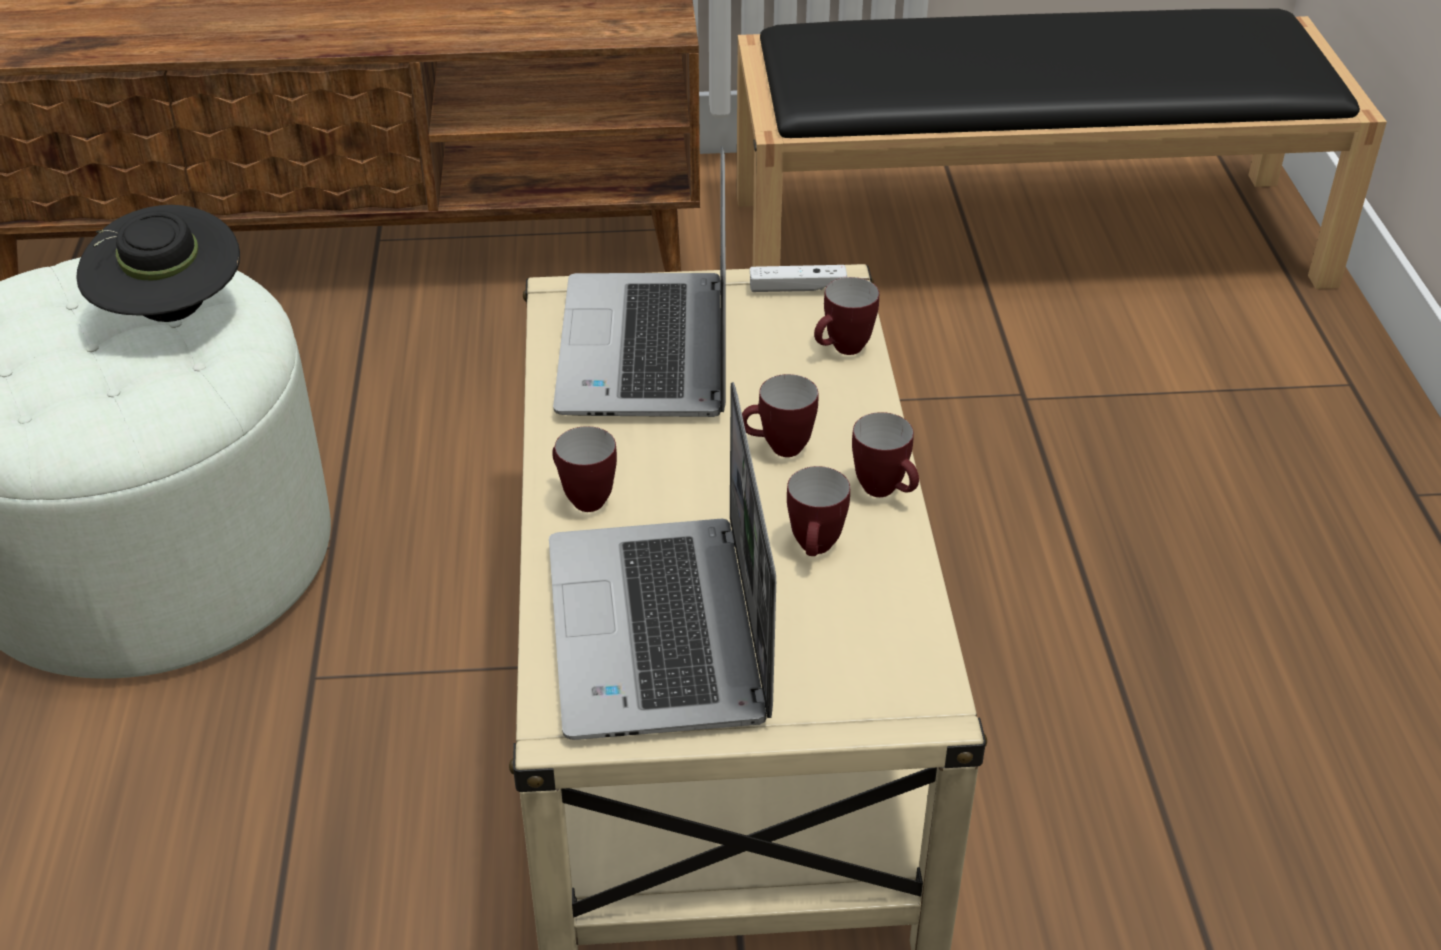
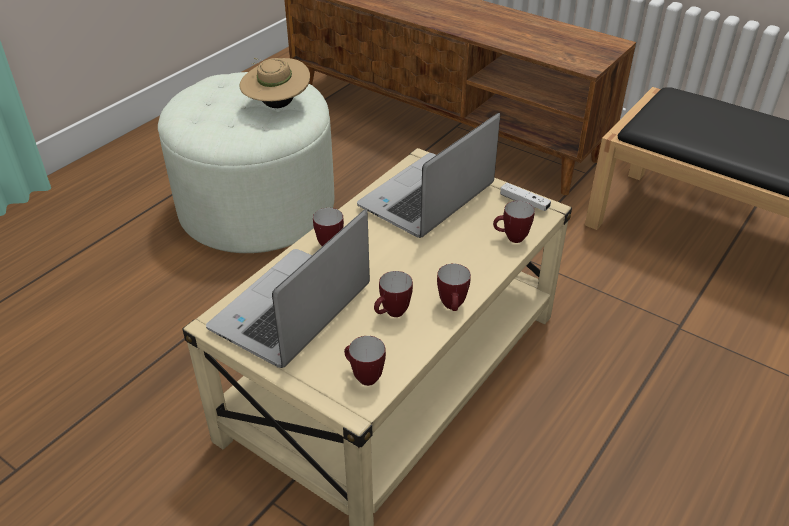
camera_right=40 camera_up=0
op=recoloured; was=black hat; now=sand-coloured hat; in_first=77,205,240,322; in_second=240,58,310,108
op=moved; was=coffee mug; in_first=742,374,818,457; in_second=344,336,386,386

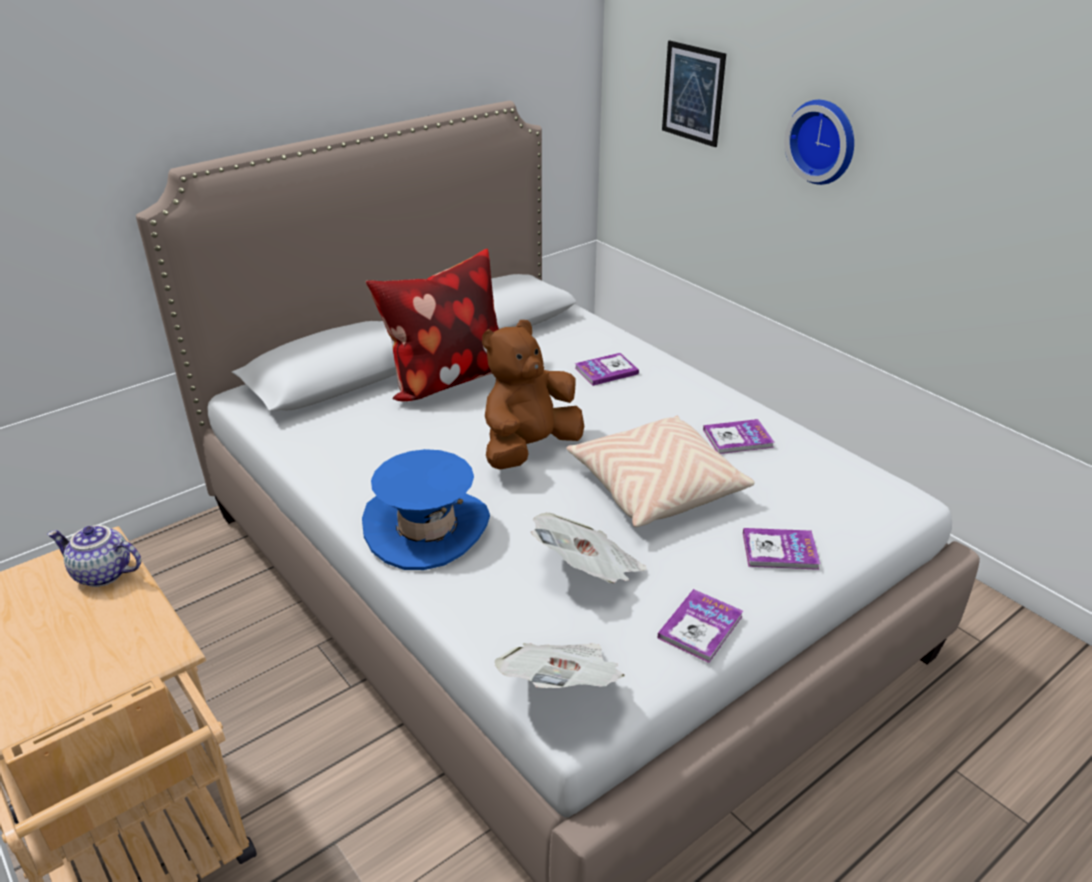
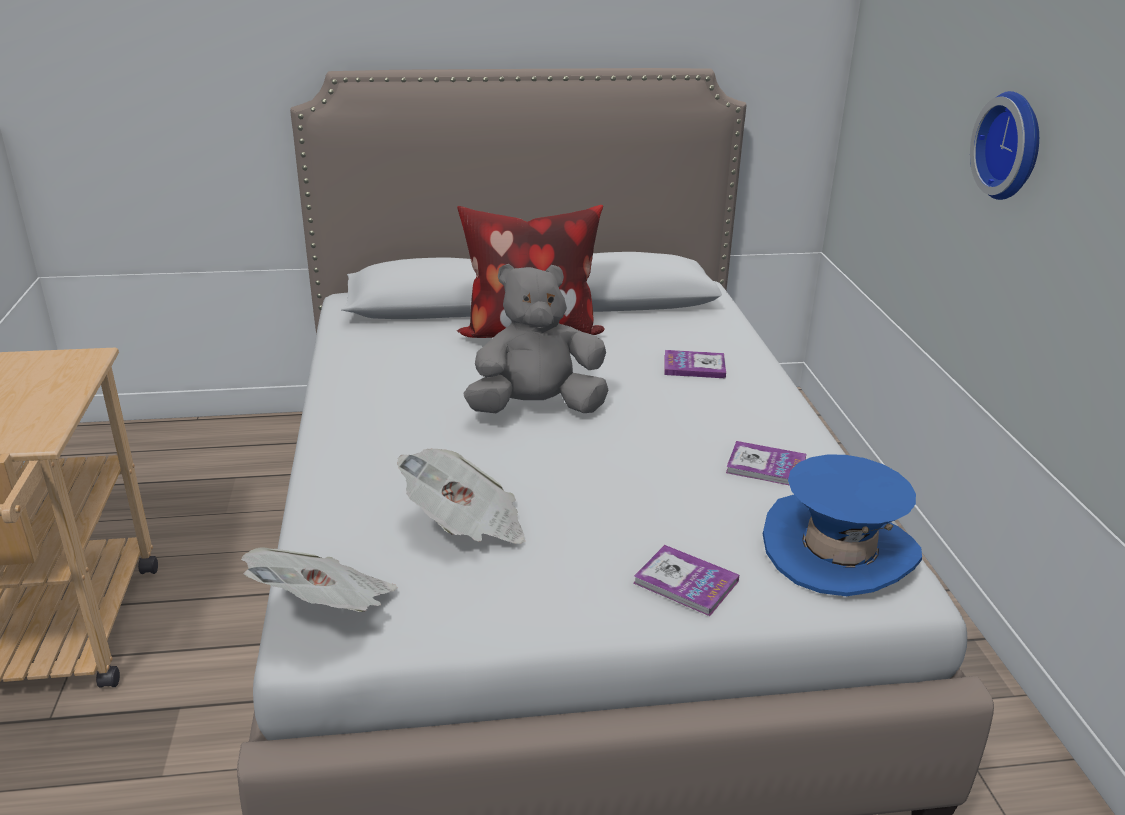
camera_right=30 camera_up=-5
op=removed; was=wall art; in_first=662,41,726,147
op=recoloured; was=brown-coloured cuddly toy; now=greyish cuddly toy; in_first=482,320,584,470; in_second=463,264,608,413
op=removed; was=sand-coloured pillow; in_first=566,416,755,527
op=moved; was=bluish hat; in_first=362,449,490,570; in_second=763,454,922,596
op=removed; was=tea pot; in_first=47,525,141,587
op=removed; was=bound book; in_first=657,589,743,663

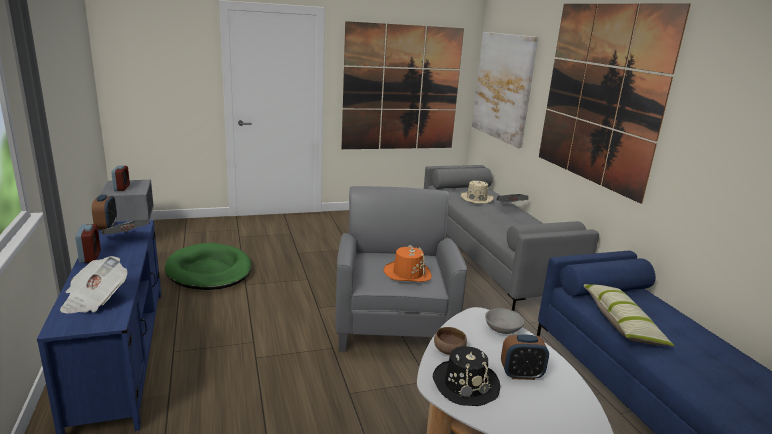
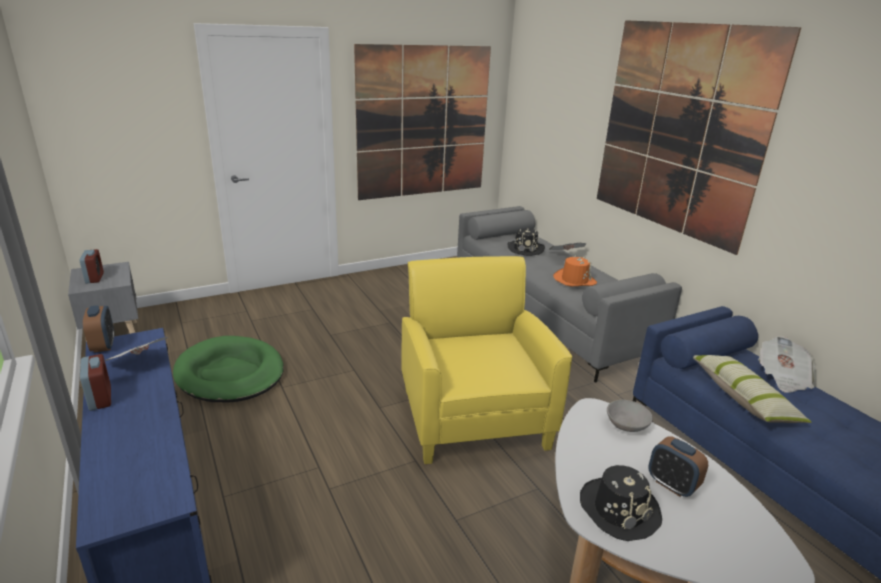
camera_right=-10 camera_up=5
op=removed; was=wall art; in_first=472,32,538,148
op=recoloured; was=sand-coloured hat; now=black hat; in_first=461,180,494,204; in_second=507,228,545,256
op=recoloured; was=greyish lounge chair; now=yellow-coloured lounge chair; in_first=335,186,467,352; in_second=402,256,572,464
op=moved; was=orangey hat; in_first=384,245,432,282; in_second=553,255,597,286
op=moved; was=daily paper; in_first=60,256,127,313; in_second=759,336,816,393
op=removed; was=brown-coloured serving bowl; in_first=434,327,467,355
op=turned; was=alarm clock; in_first=501,335,549,380; in_second=648,437,708,497; clockwise=60

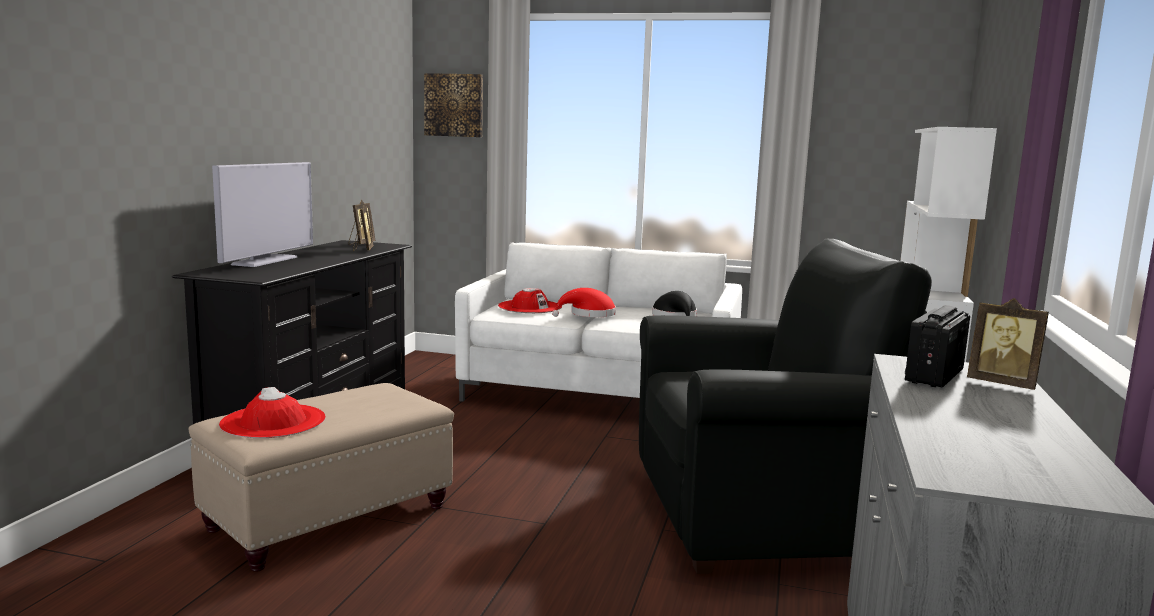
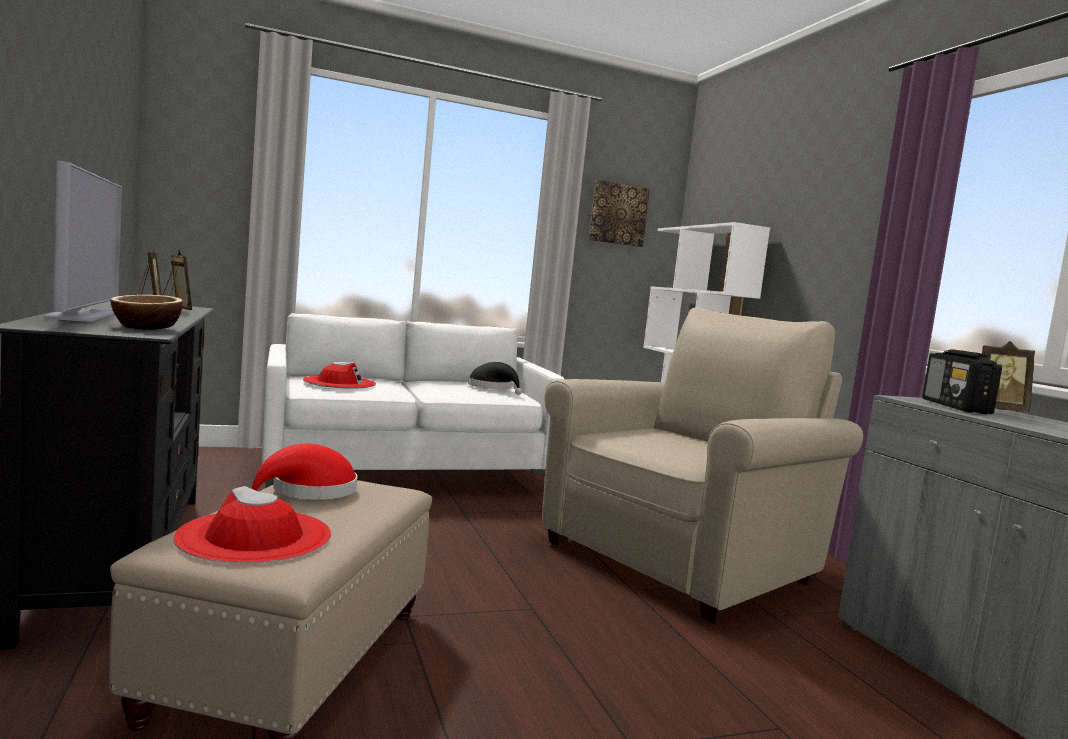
camera_right=-35 camera_up=-5
op=moved; was=wall art; in_first=424,73,483,137; in_second=589,180,650,247
op=recoloured; was=black lounge chair; now=sand-coloured lounge chair; in_first=639,239,932,574; in_second=542,307,863,624
op=moved; was=reddish hat; in_first=552,288,616,317; in_second=252,443,357,500
op=added; now=serving bowl; in_second=110,295,183,330

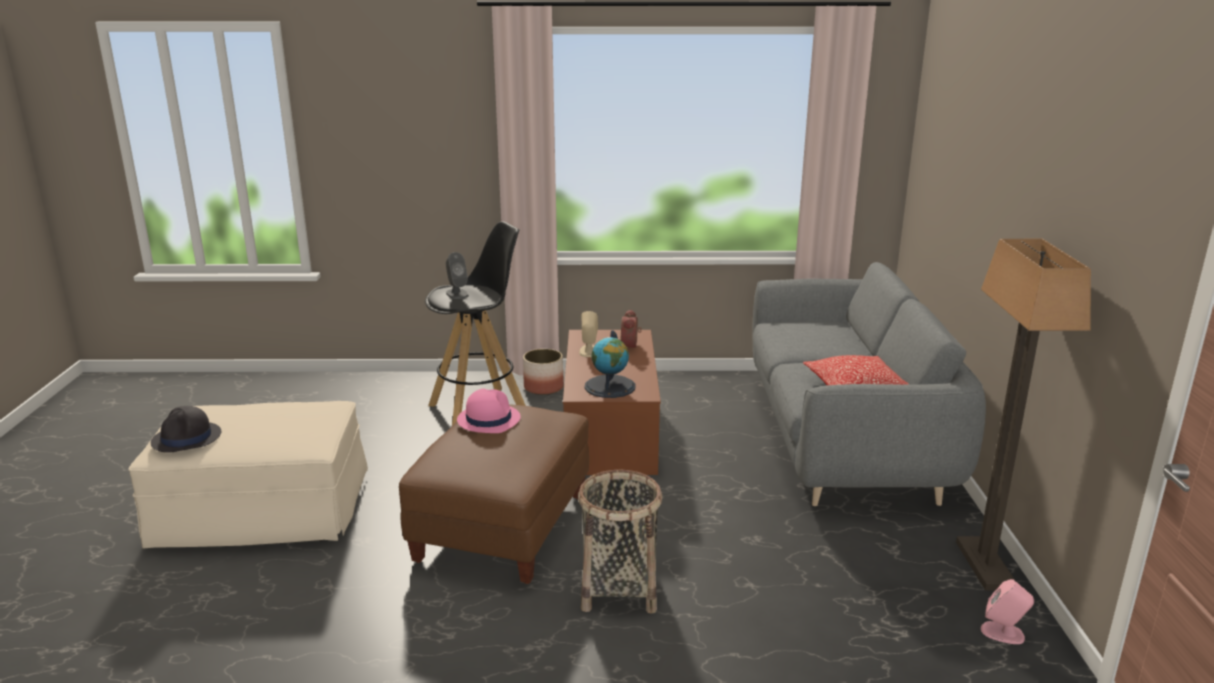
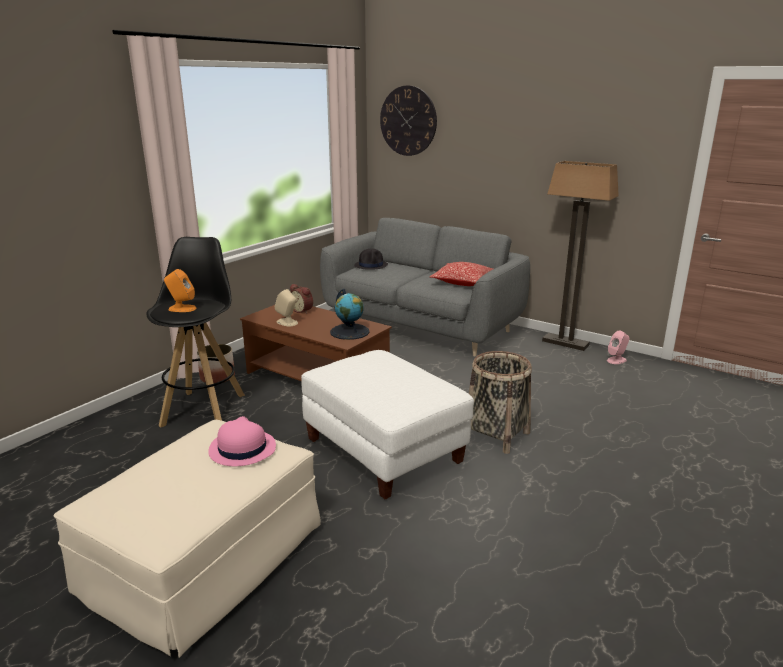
camera_right=-55 camera_up=0
op=recoloured; was=greyish speaker; now=orangey speaker; in_first=446,252,469,299; in_second=164,269,196,312
op=moved; was=pink hat; in_first=457,388,521,433; in_second=208,416,276,466
op=recoloured; was=brown-coloured footrest; now=whitish footrest; in_first=399,404,589,584; in_second=301,350,474,499
op=moved; was=black hat; in_first=151,406,221,453; in_second=354,249,388,270
op=added; now=clock on the wall; in_second=380,85,437,156

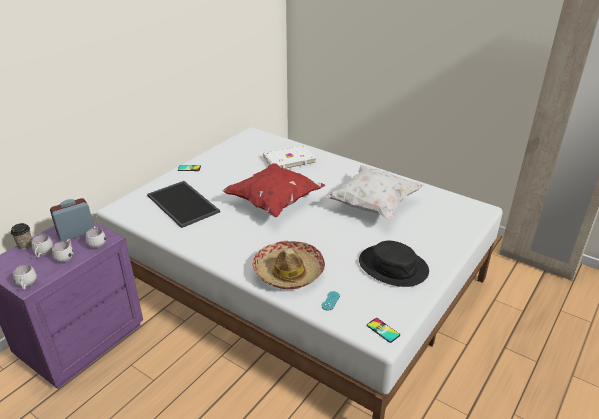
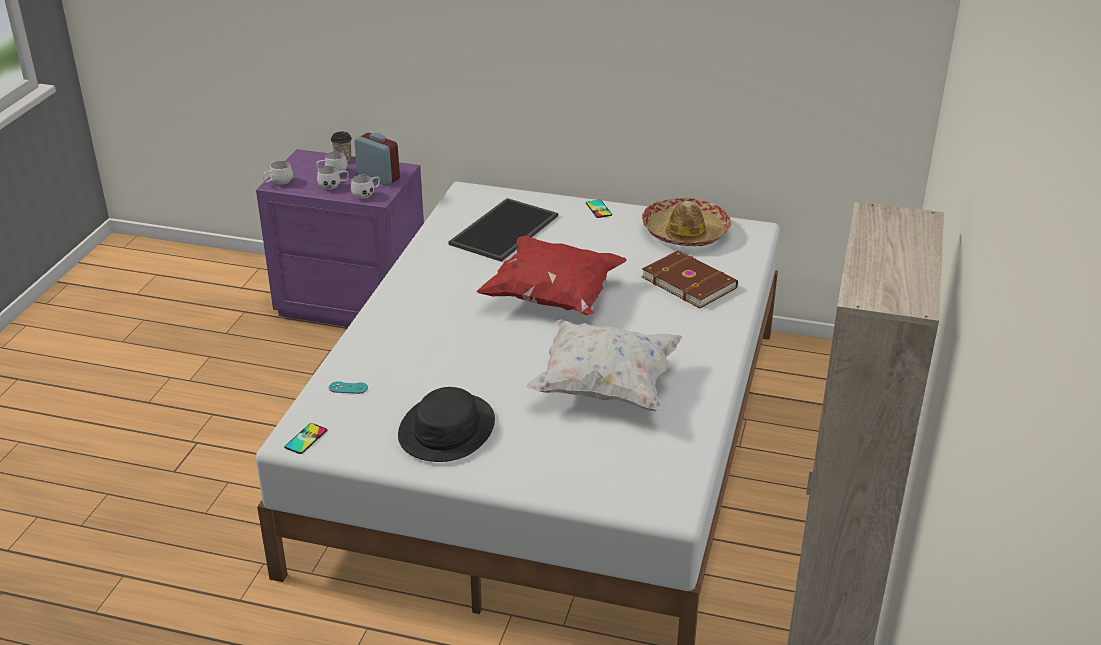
camera_right=70 camera_up=0
op=recoloured; was=whitish bound book; now=brown-coloured bound book; in_first=263,145,316,169; in_second=642,250,738,308
op=moved; was=hat; in_first=252,241,325,289; in_second=642,198,731,246

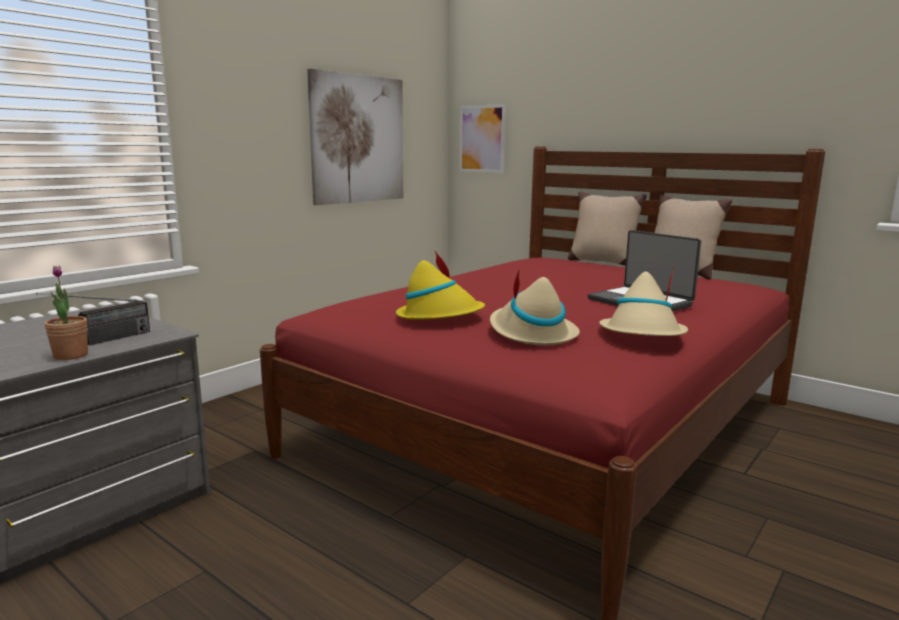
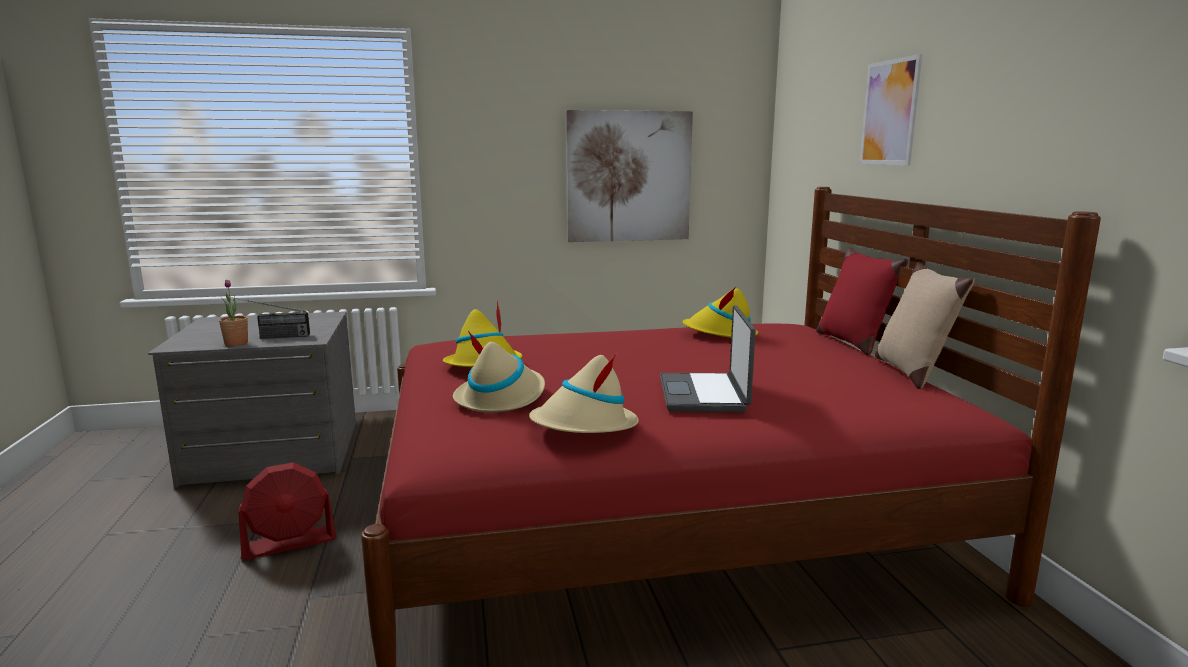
camera_right=40 camera_up=0
op=moved; was=wall art; in_first=459,104,506,173; in_second=859,54,922,165
op=recoloured; was=sand-coloured pillow; now=reddish pillow; in_first=568,191,646,266; in_second=816,247,908,356
op=added; now=yellow-coloured hat; in_second=682,287,758,338
op=added; now=reddish electric fan; in_second=238,462,336,560

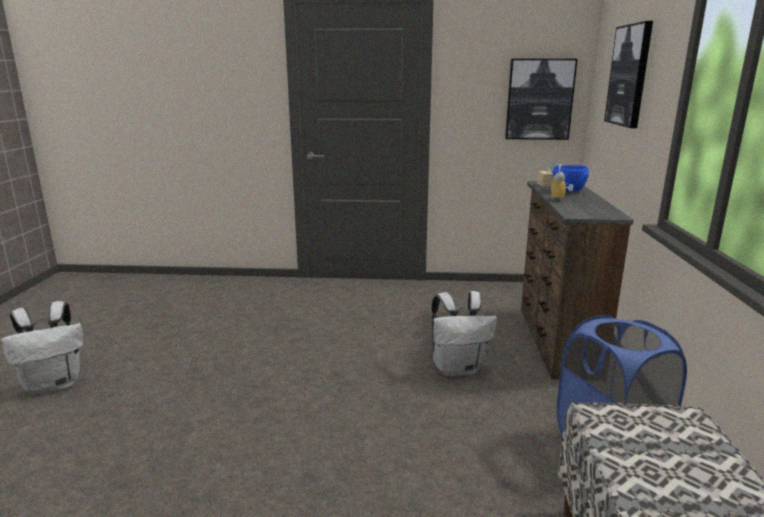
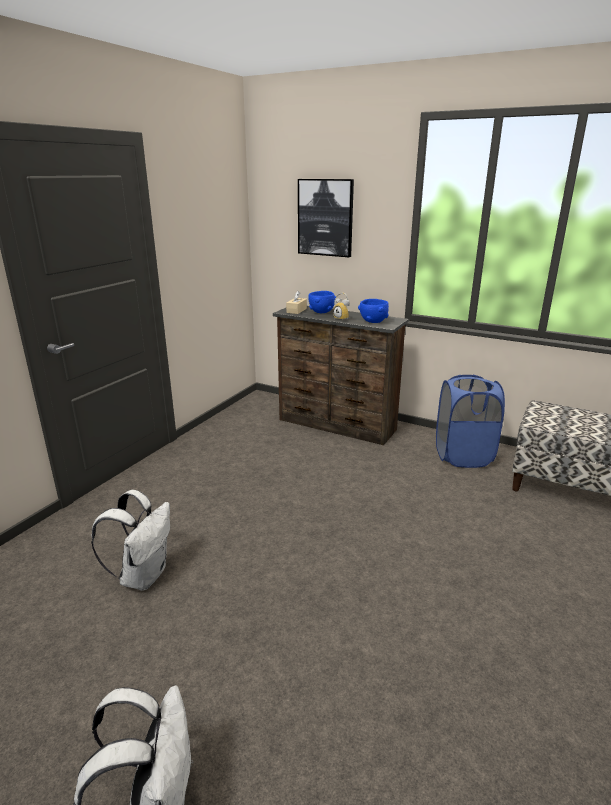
camera_right=-65 camera_up=5
op=removed; was=wall art; in_first=505,59,578,140
op=moved; was=whitish knapsack; in_first=431,291,497,377; in_second=91,490,170,591
op=added; now=bluish serving bowl; in_second=358,299,389,323

